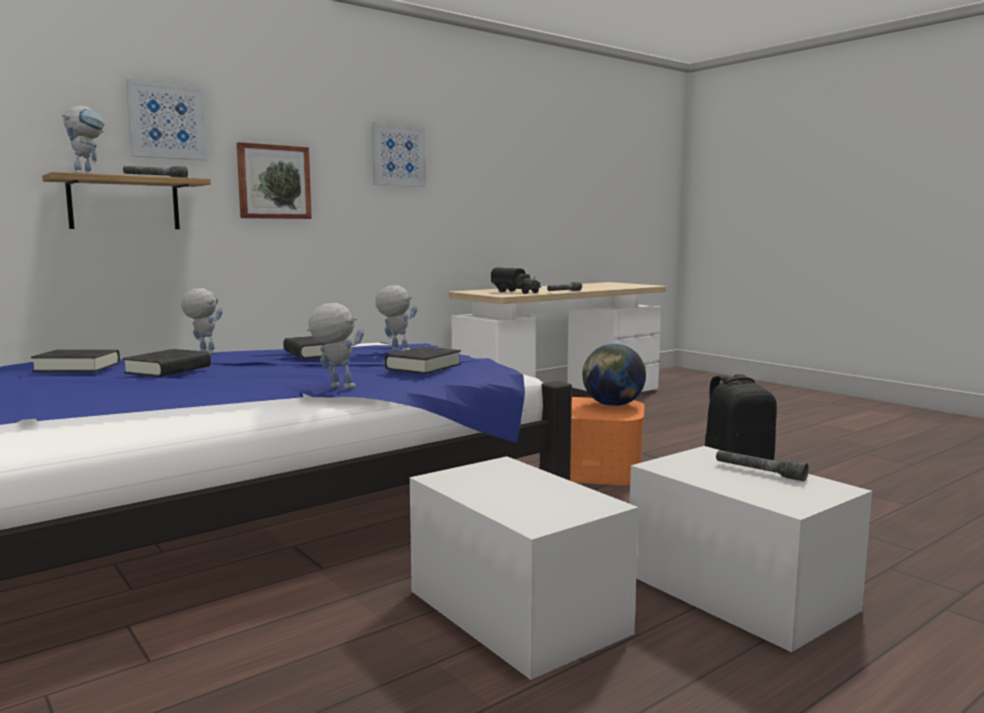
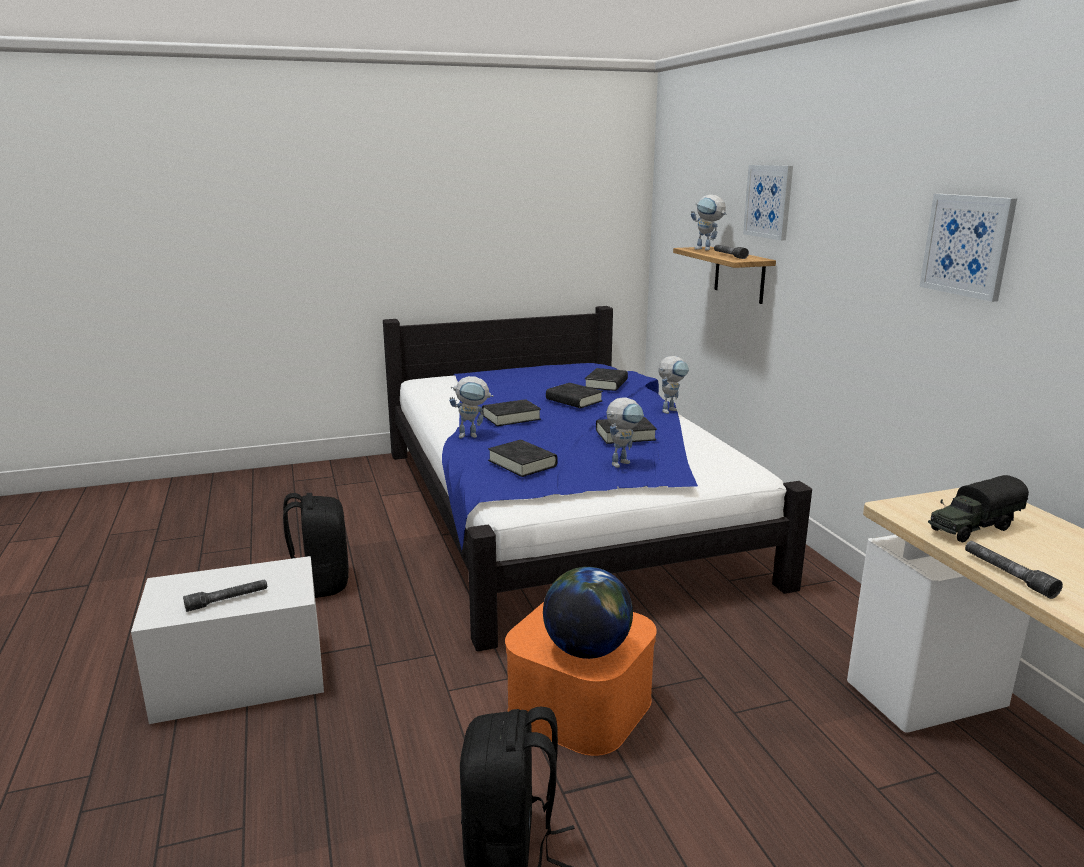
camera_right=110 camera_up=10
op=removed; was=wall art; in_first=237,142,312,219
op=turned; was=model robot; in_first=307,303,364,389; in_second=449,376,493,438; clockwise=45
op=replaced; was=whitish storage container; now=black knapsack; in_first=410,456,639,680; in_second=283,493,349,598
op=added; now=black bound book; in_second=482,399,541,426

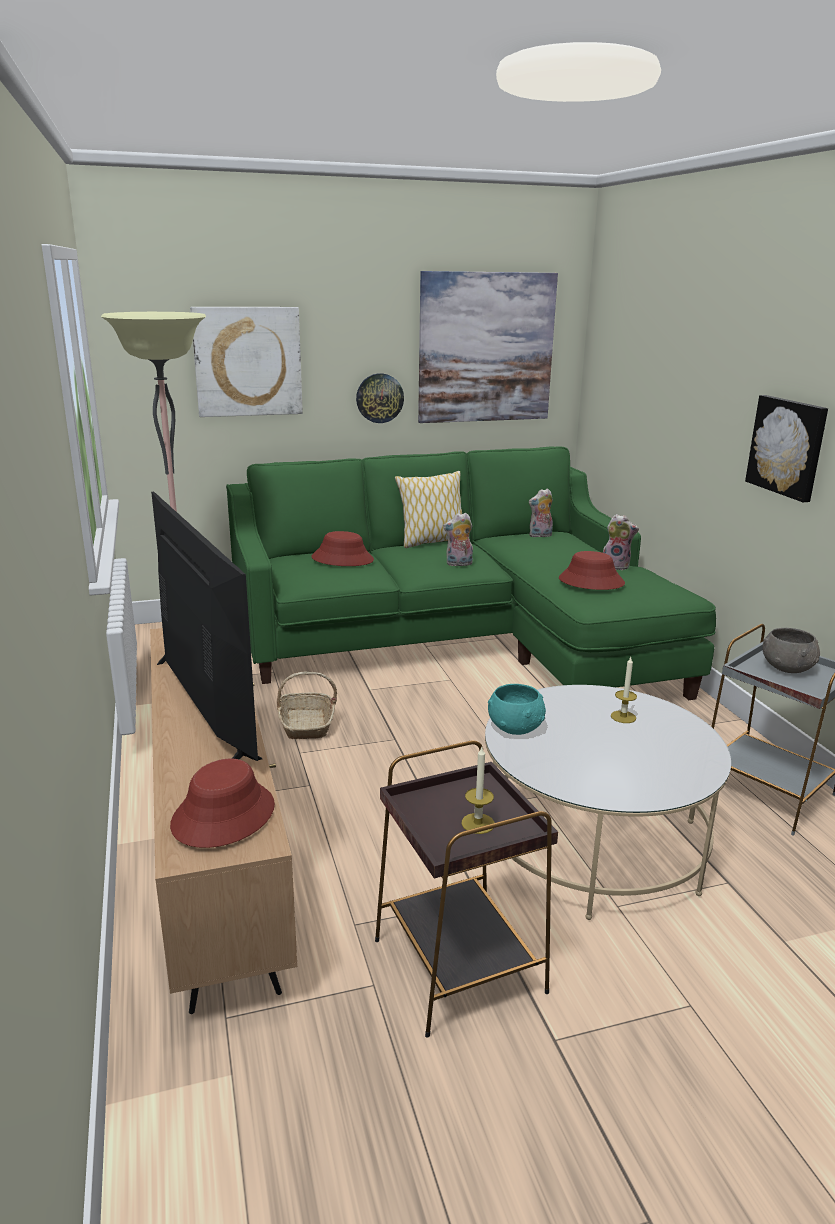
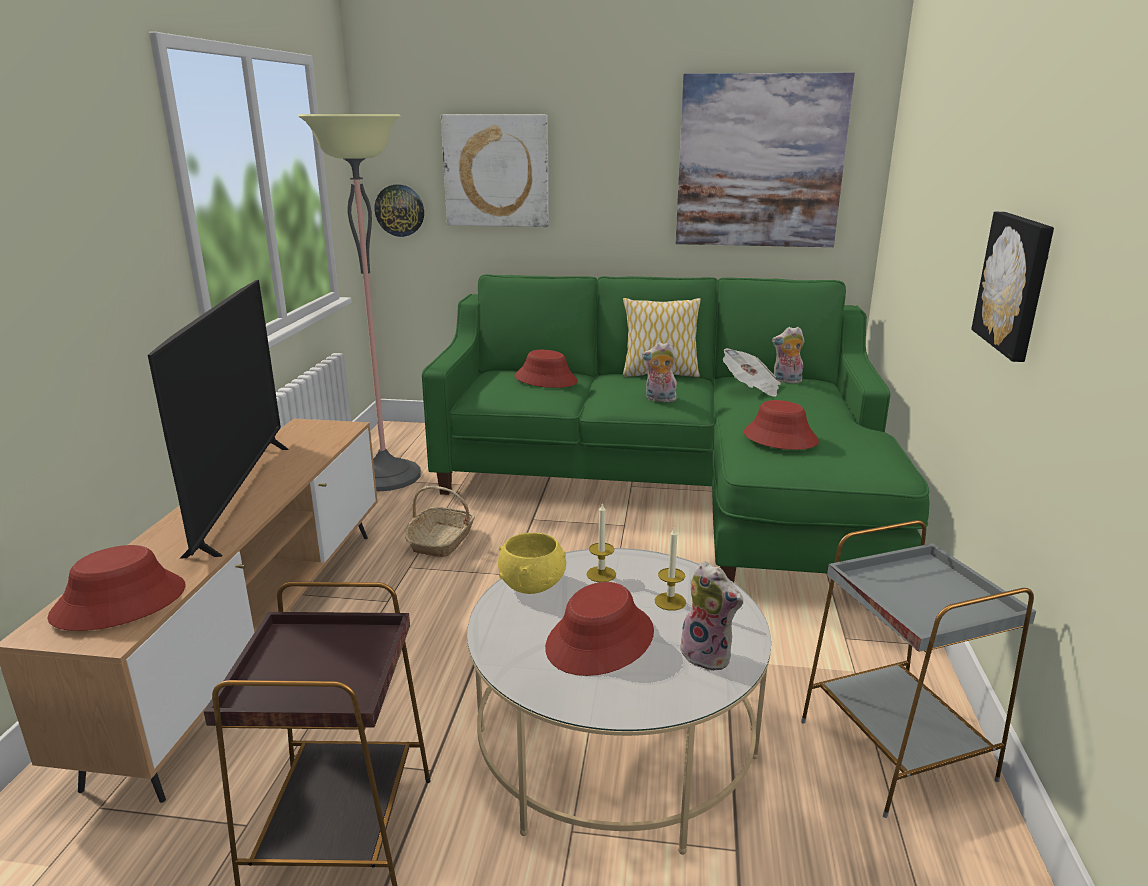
camera_right=25 camera_up=0
op=moved; was=clock on the wall; in_first=356,373,404,423; in_second=375,184,424,237
op=moved; was=cuddly toy; in_first=603,514,639,570; in_second=680,561,743,671
op=removed; was=greyish serving bowl; in_first=762,628,820,673
op=recoloured; was=turquoise-coloured serving bowl; now=yellow-coloured serving bowl; in_first=488,684,546,735; in_second=498,532,566,594
op=moved; was=wax candle; in_first=462,747,495,834; in_second=586,502,616,582
op=added; now=daily paper; in_second=723,348,781,397
op=added; now=reddish hat; in_second=545,582,654,676

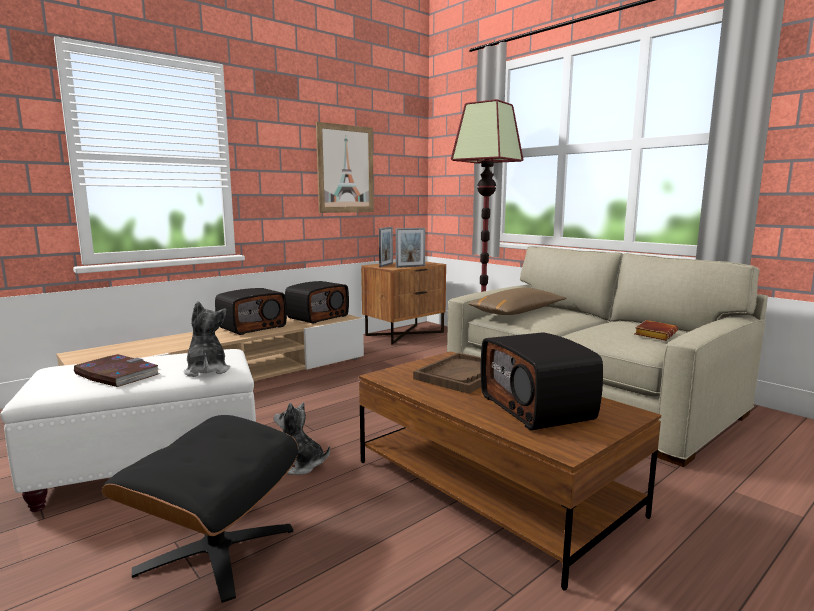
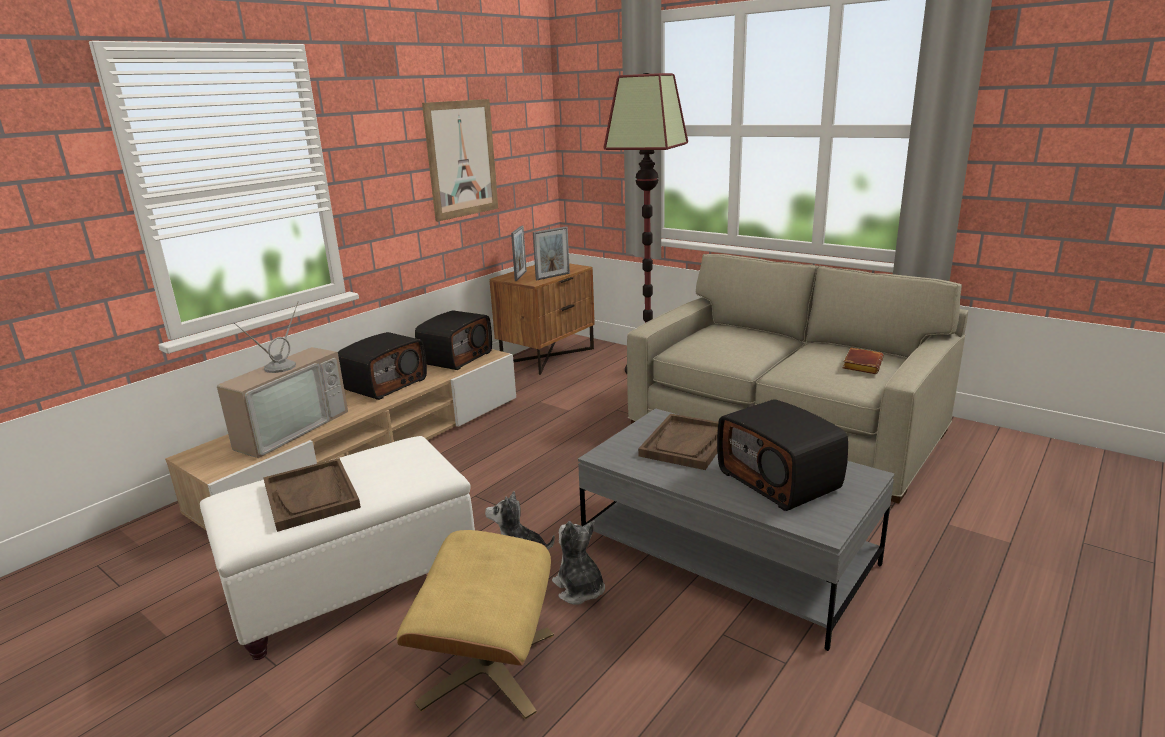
camera_right=-10 camera_up=10
op=removed; was=brown-coloured pillow; in_first=468,288,566,315
op=moved; was=cuddly toy; in_first=183,301,230,377; in_second=552,521,605,604
op=recoloured; was=brown-coloured low table; now=greyish low table; in_first=359,351,661,591; in_second=578,408,895,651
op=replaced; was=bound book; now=brown-coloured serving tray; in_first=74,354,161,387; in_second=263,458,361,532
op=recoloured; was=black footrest; now=sand-coloured footrest; in_first=102,415,298,603; in_second=396,530,554,719
op=added; now=TV; in_second=217,302,348,458

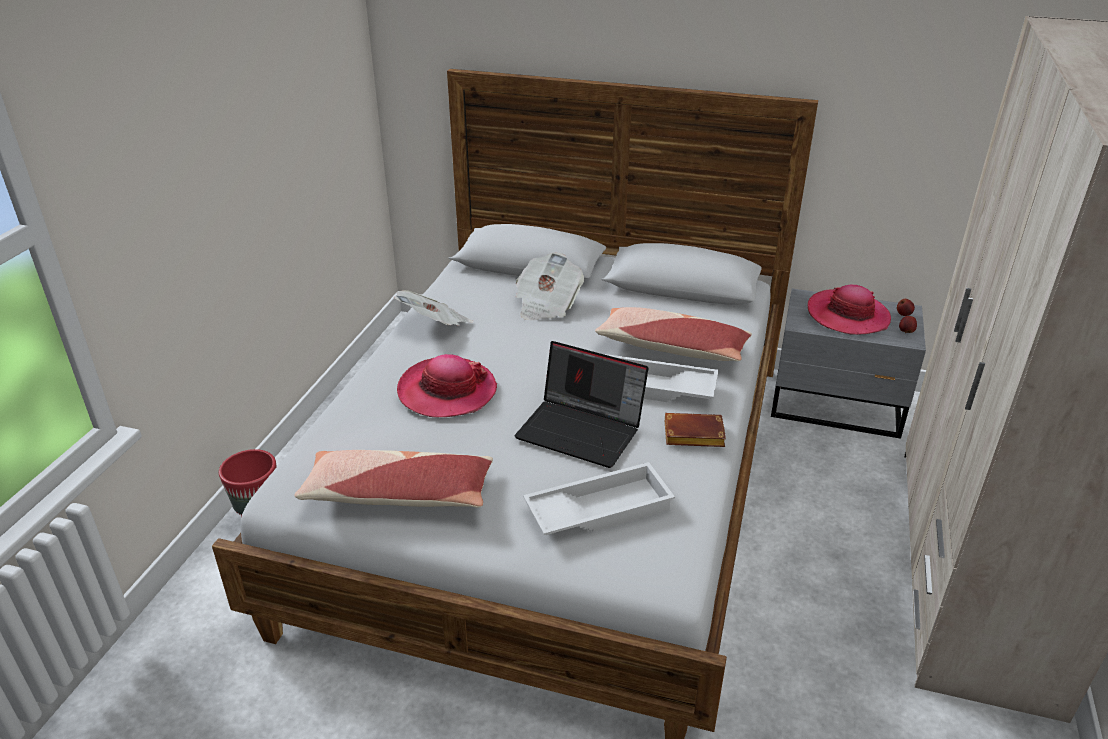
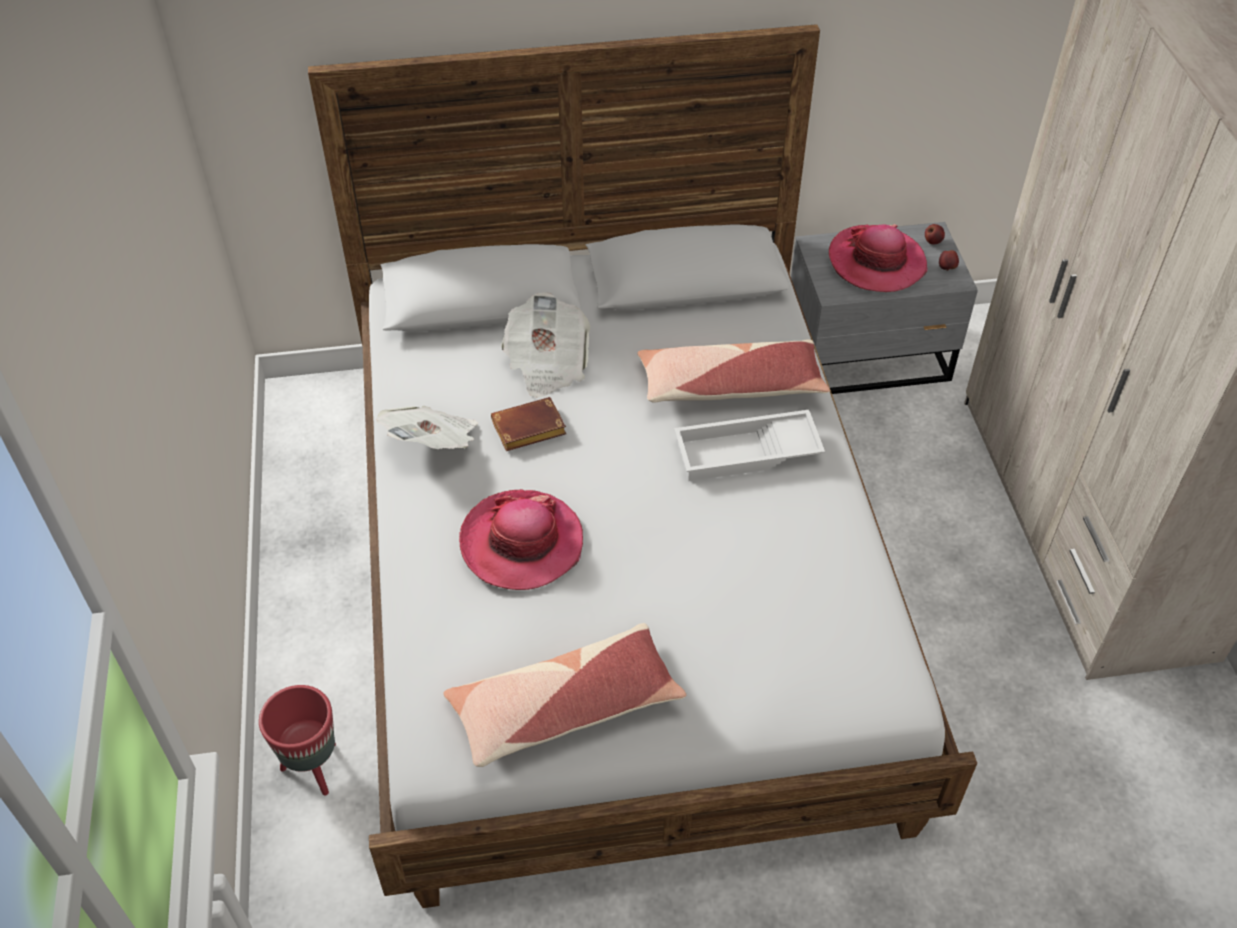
camera_right=-25 camera_up=15
op=removed; was=notebook computer; in_first=515,341,648,468
op=moved; was=brown-coloured bound book; in_first=665,413,726,447; in_second=491,397,566,451
op=removed; was=whitish serving tray; in_first=523,462,675,535

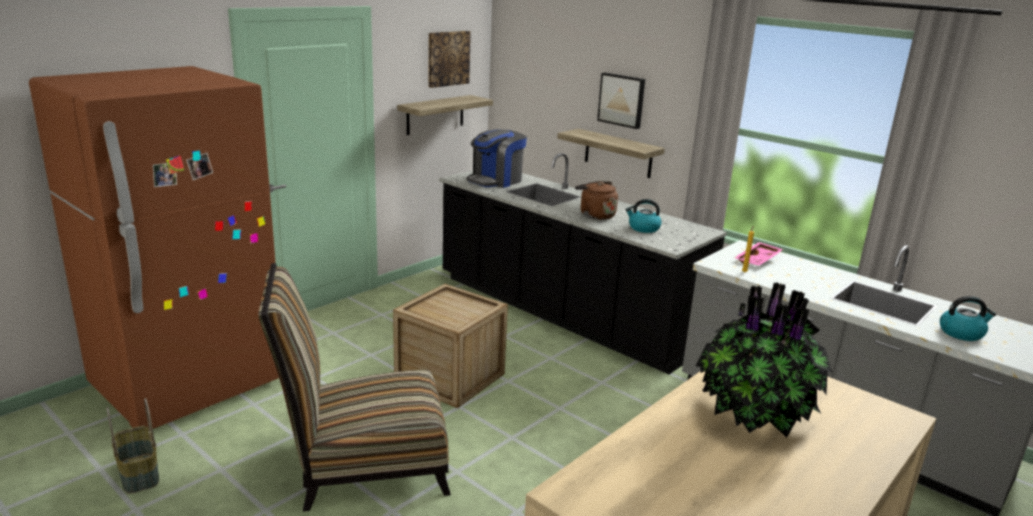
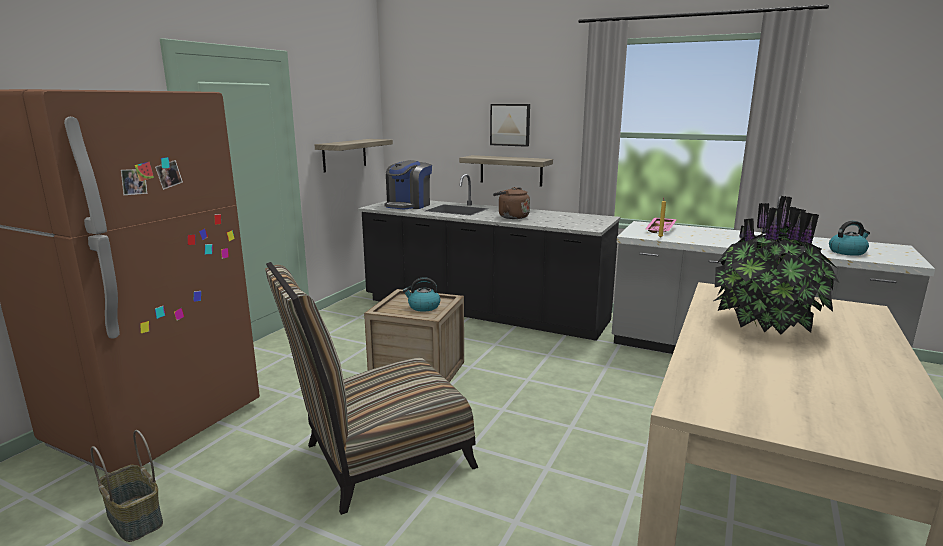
camera_right=-15 camera_up=-5
op=removed; was=wall art; in_first=428,31,471,88
op=moved; was=water kettle; in_first=625,199,662,233; in_second=403,277,440,312

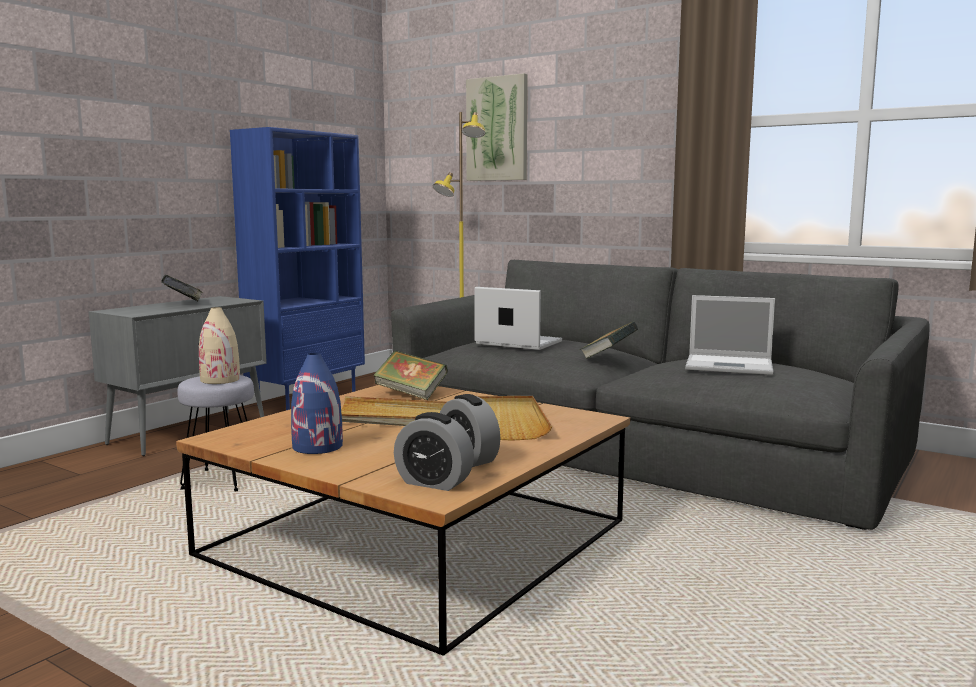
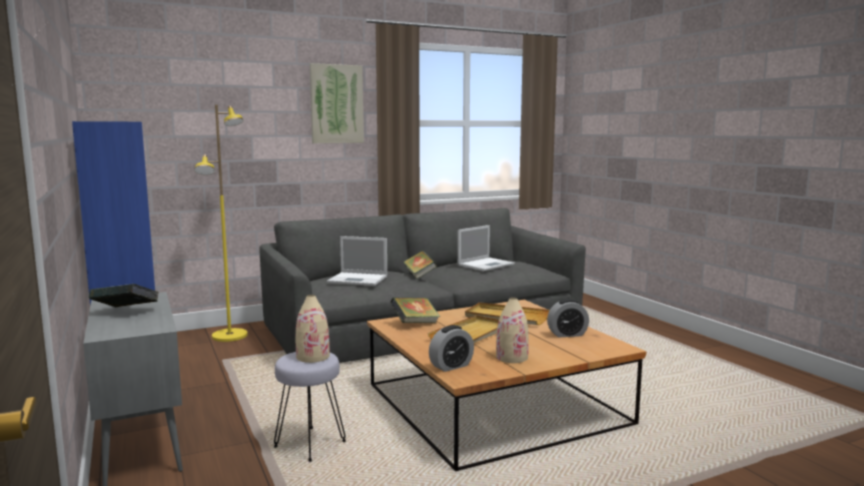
camera_right=-60 camera_up=0
op=moved; was=wall art; in_first=466,73,528,181; in_second=310,63,364,143
op=turned; was=notebook computer; in_first=474,287,562,350; in_second=327,236,387,286; clockwise=-135
op=recoloured; was=bluish flower vase; now=sand-coloured flower vase; in_first=291,353,343,454; in_second=496,297,529,363
op=moved; was=alarm clock; in_first=394,412,474,491; in_second=429,325,474,372

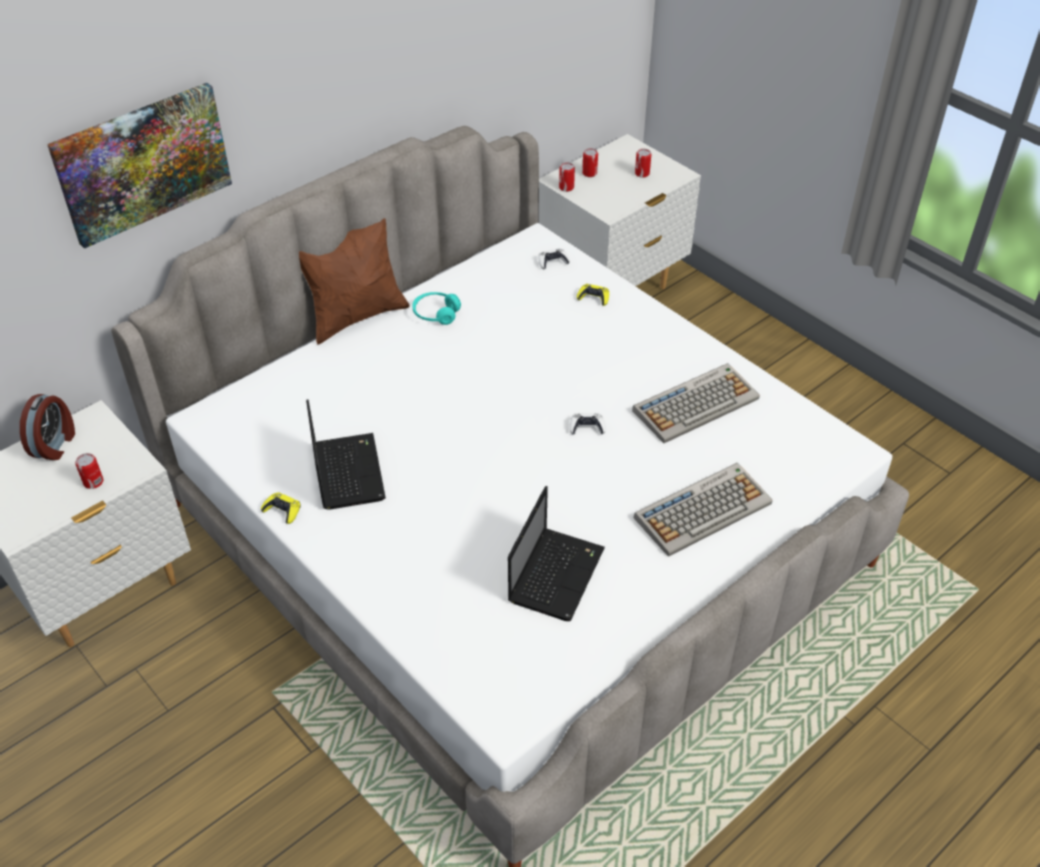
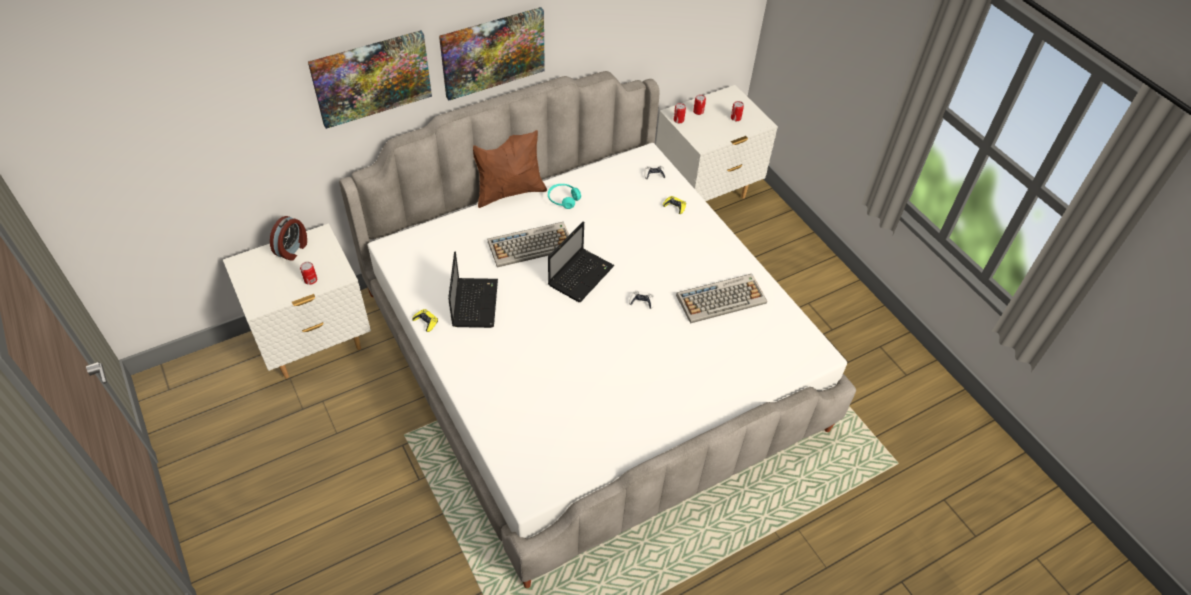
camera_right=10 camera_up=5
op=moved; was=computer keyboard; in_first=634,463,772,557; in_second=488,222,569,268
op=moved; was=notebook computer; in_first=508,486,605,621; in_second=548,221,615,302
op=added; now=wall art; in_second=439,7,545,100

